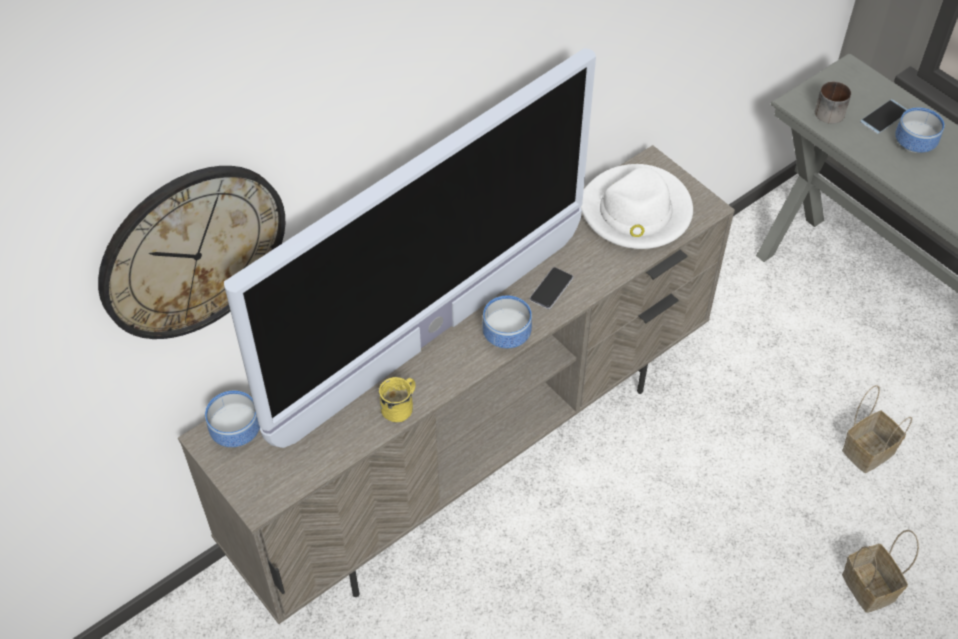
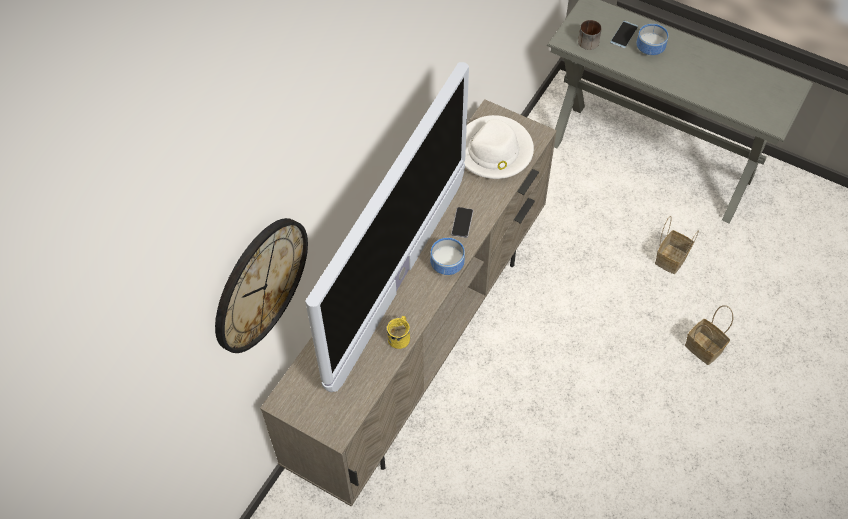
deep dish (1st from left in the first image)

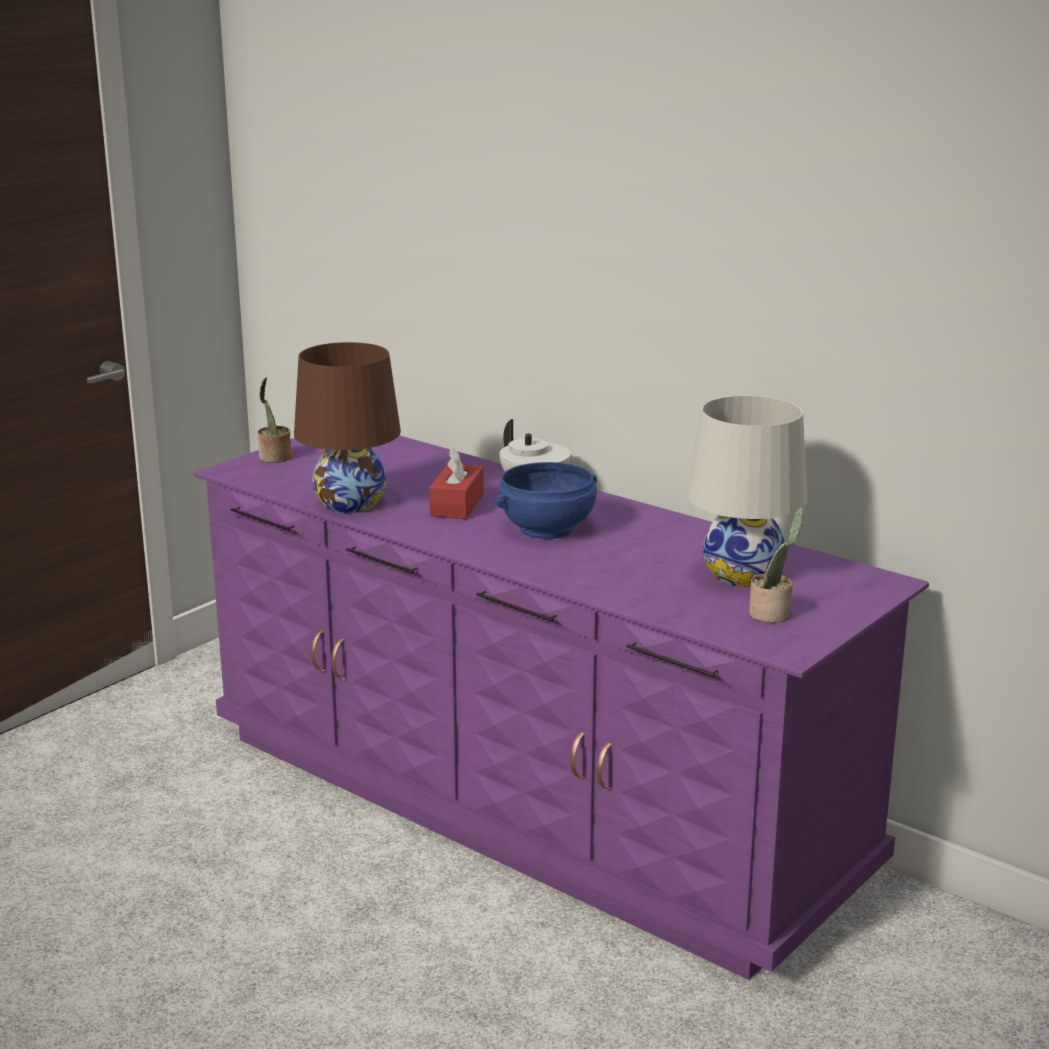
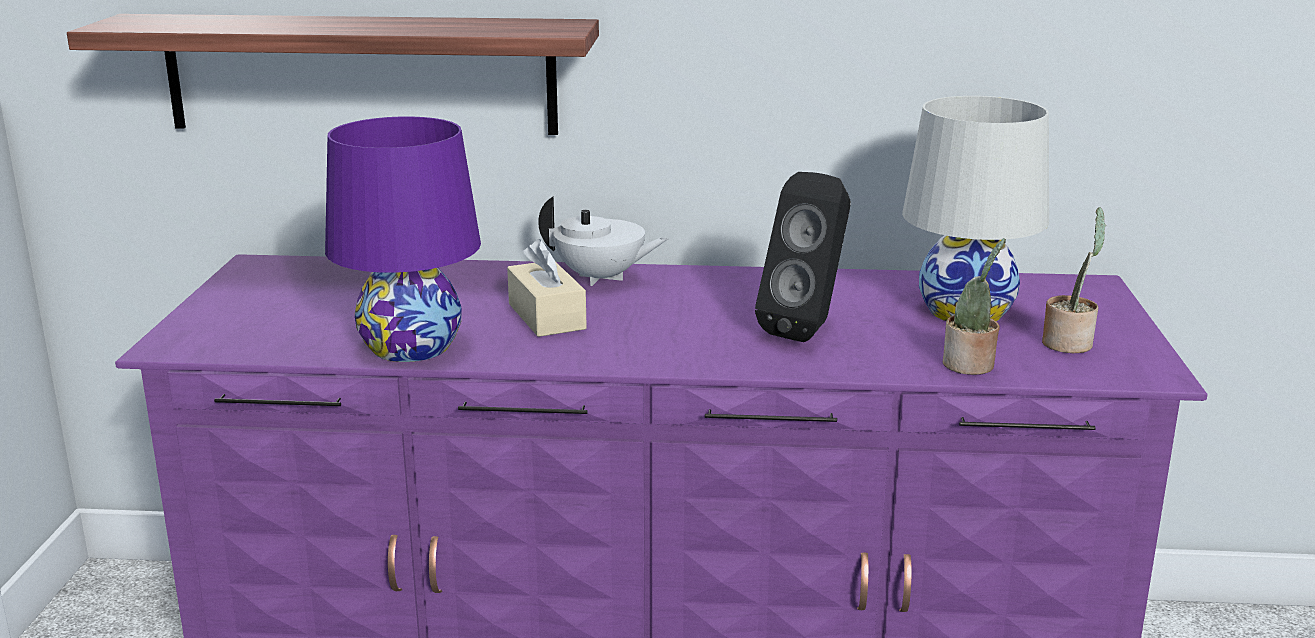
lamp for a table in purple; plant in a pot (1st from left); tissue holder in beige; deep dish in blue; shelf; audio speaker in black-coloured

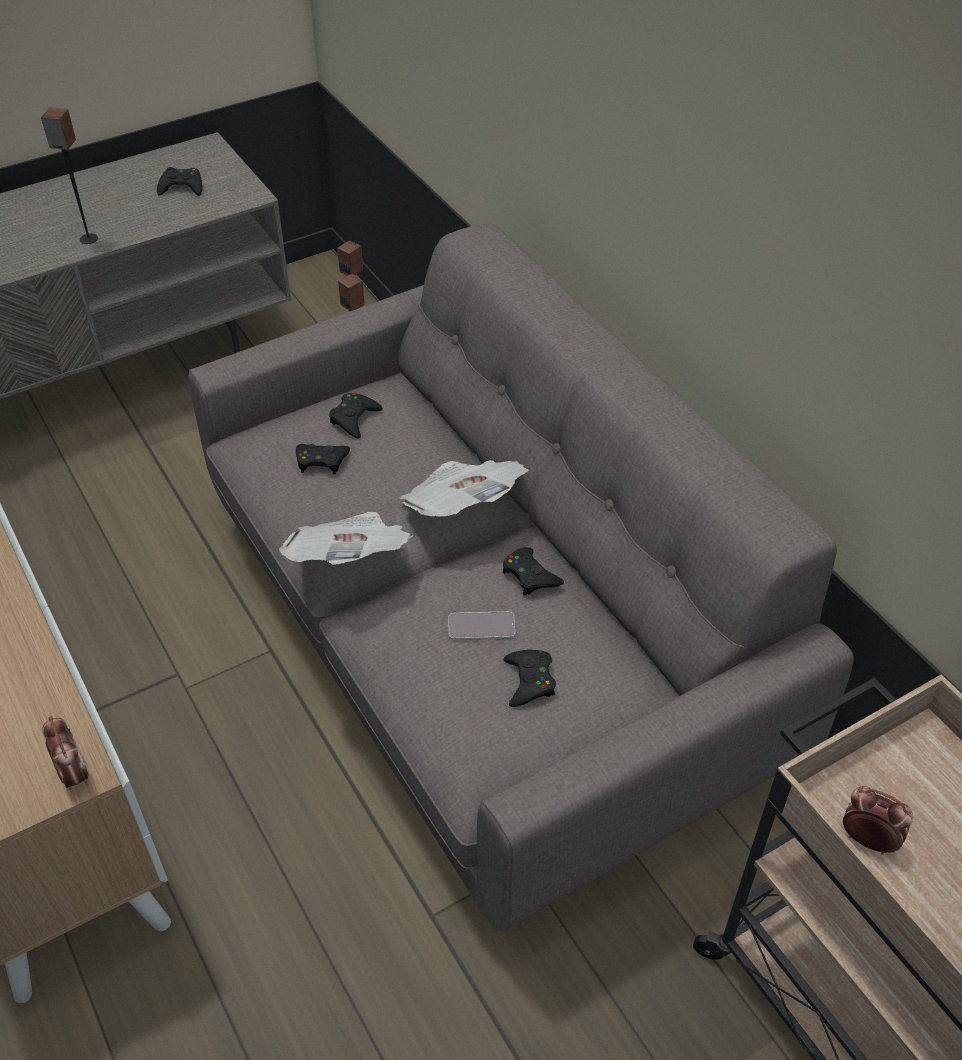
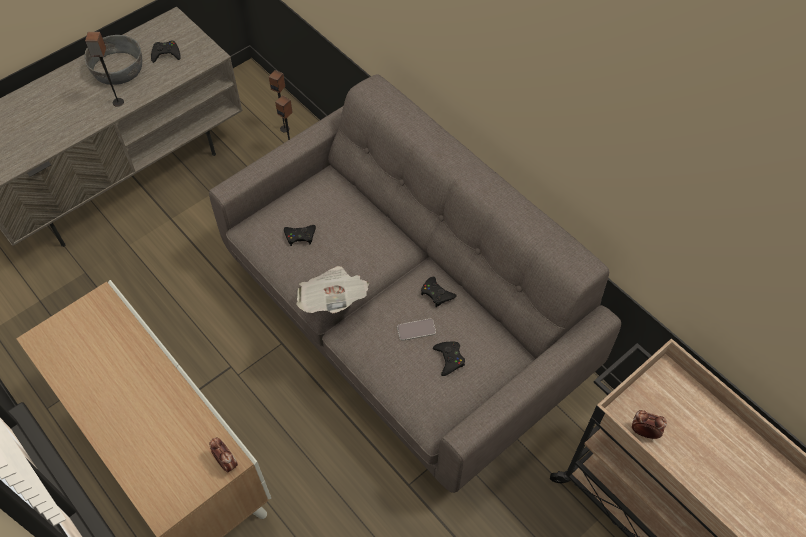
joypad in black-coloured (3rd from left in the first image); newspaper (2nd from left in the first image); deep dish in grey

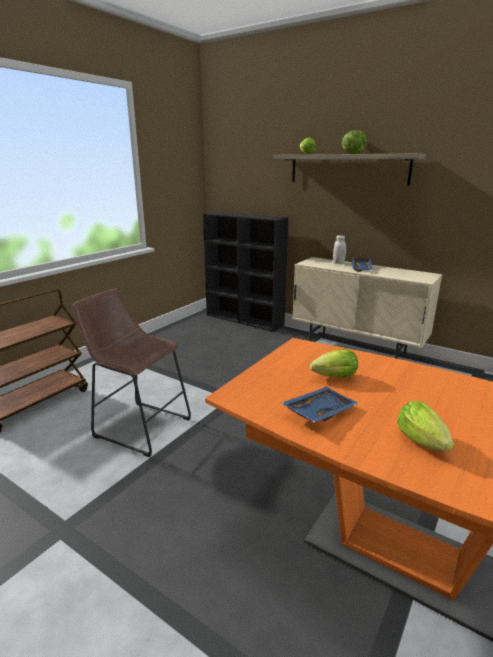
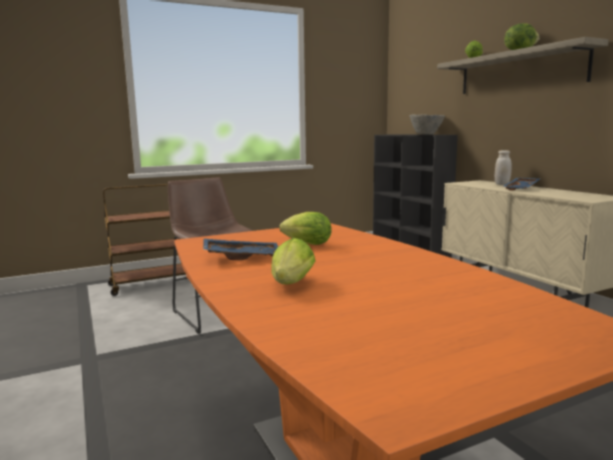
deep dish in grey

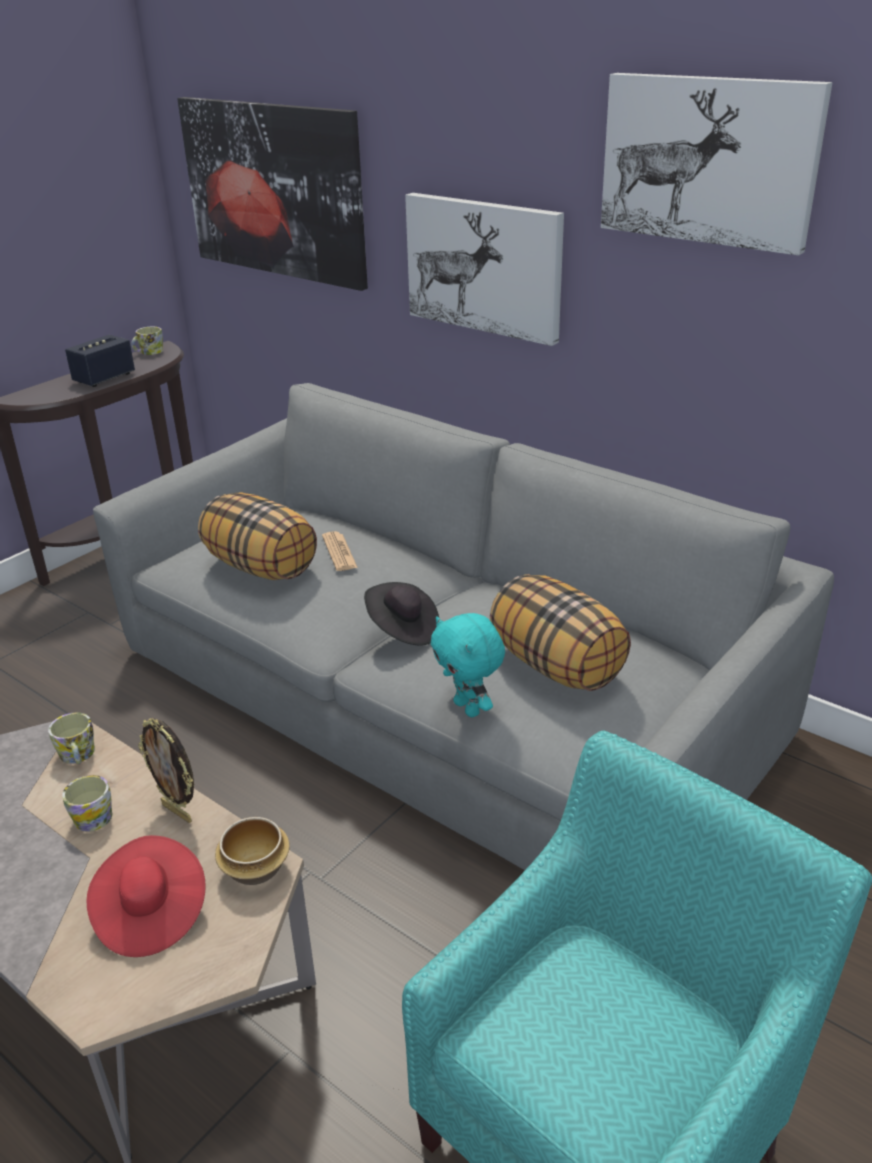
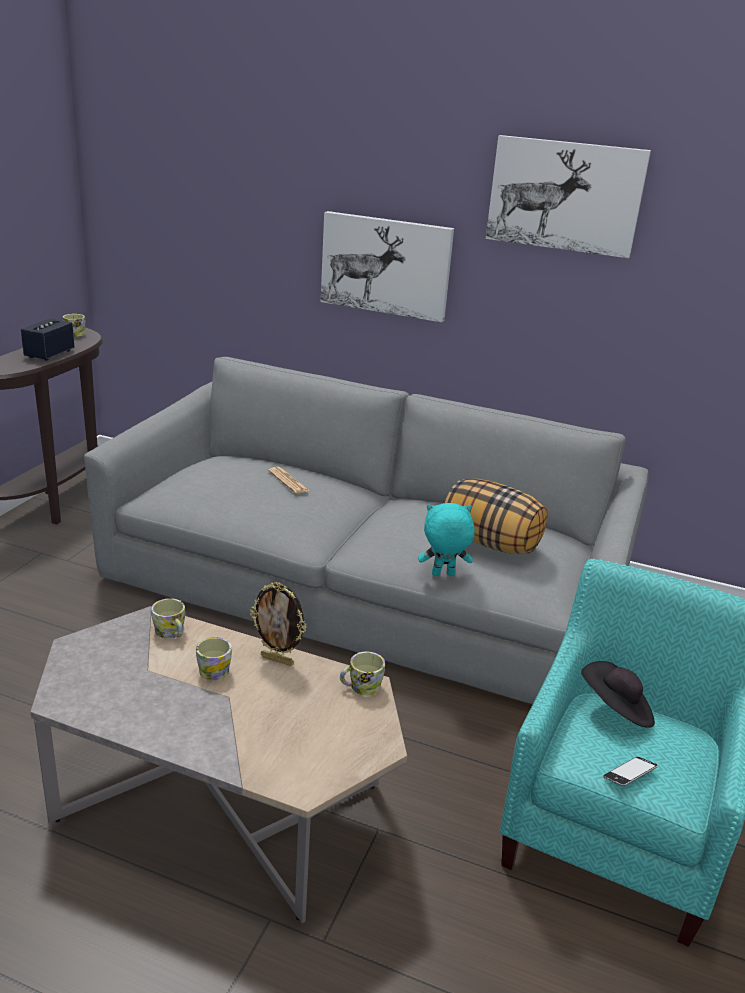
picture (1st from left in the first image); pillow (1st from left in the first image); hat in black-coloured; cuddly toy in blue-green; coffee mug (4th from left); hat in red; handset

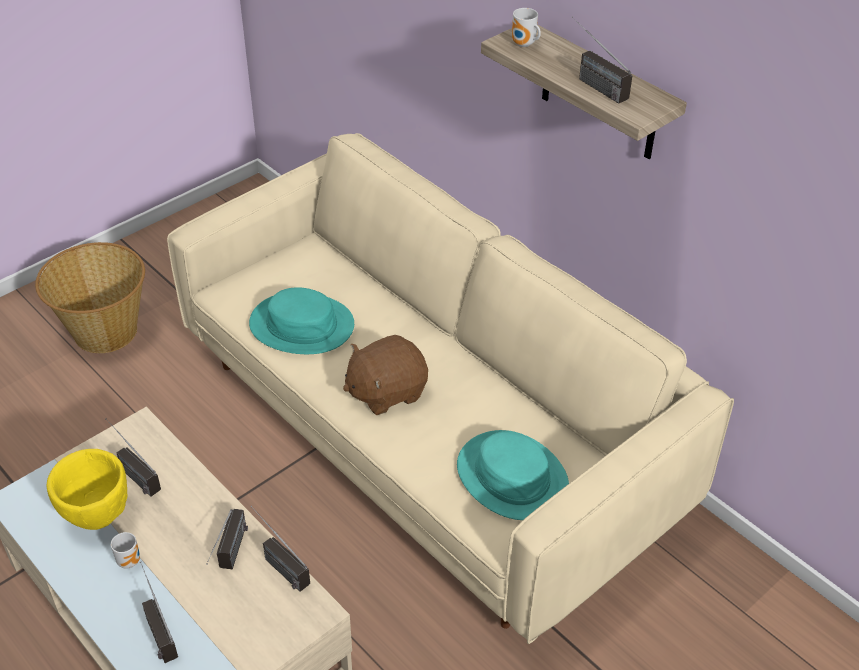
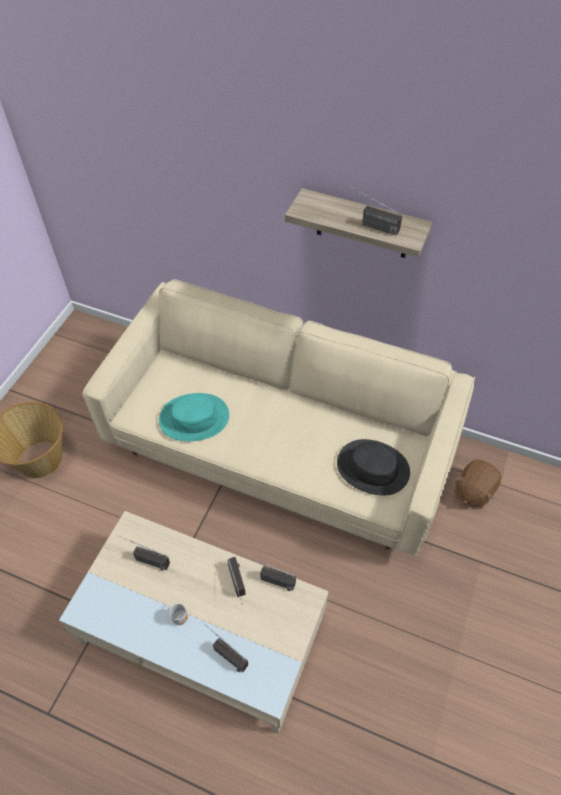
coffee mug (2nd from left in the first image); cuddly toy in brown; hat in black-coloured; deep dish in yellow

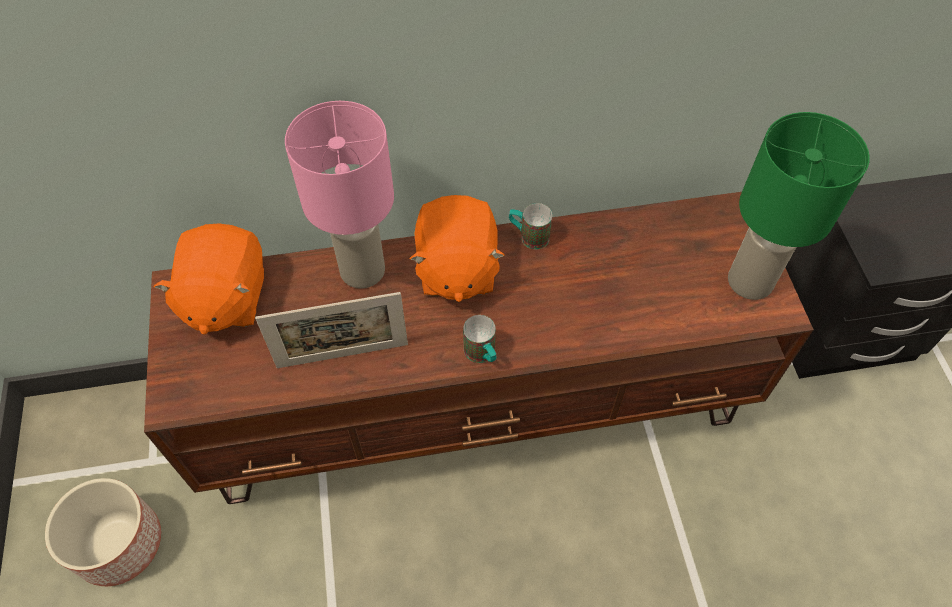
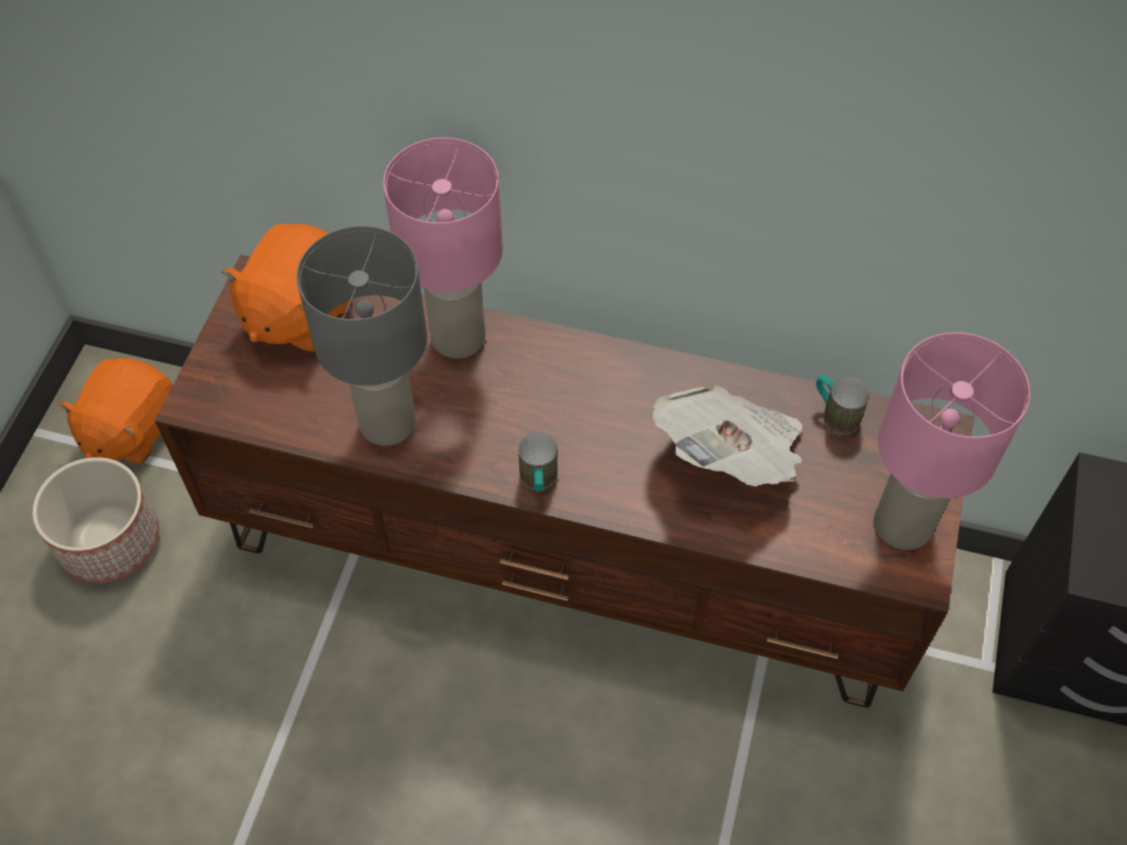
lamp for a table in pink-coloured (2nd from left); cuddly toy in orange-coloured (1st from left); coffee mug (2nd from left); lamp for a table in grey; newspaper

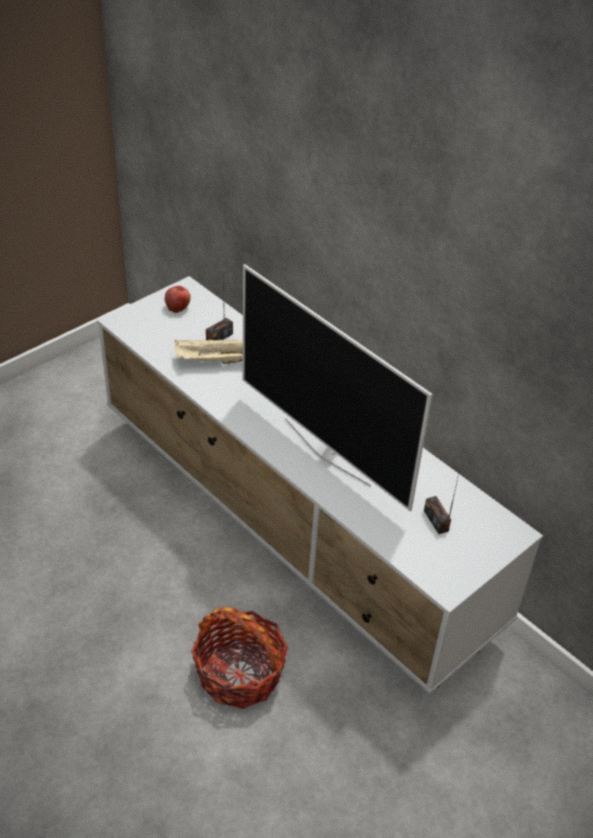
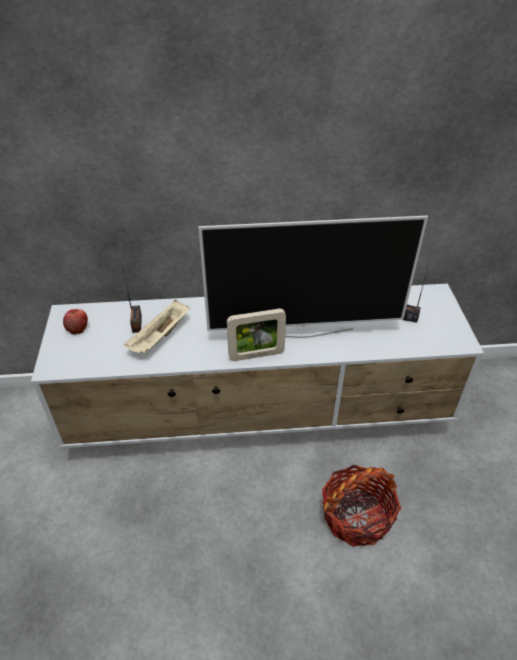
picture frame

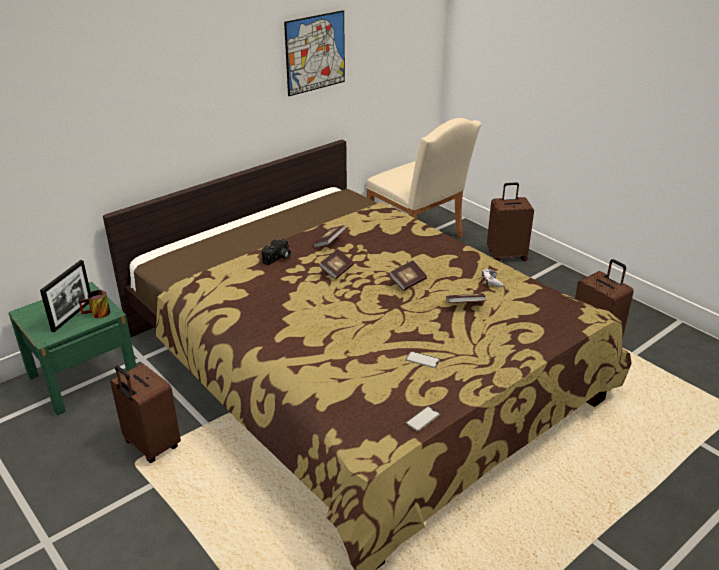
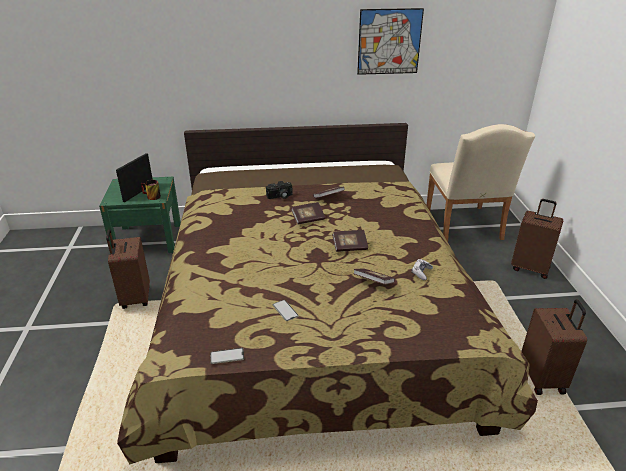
picture frame

